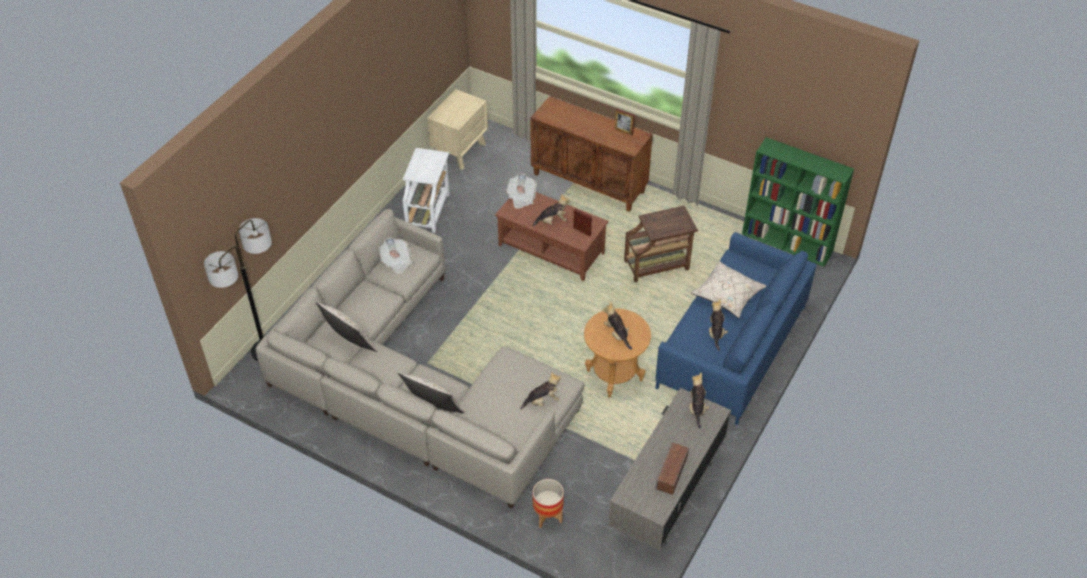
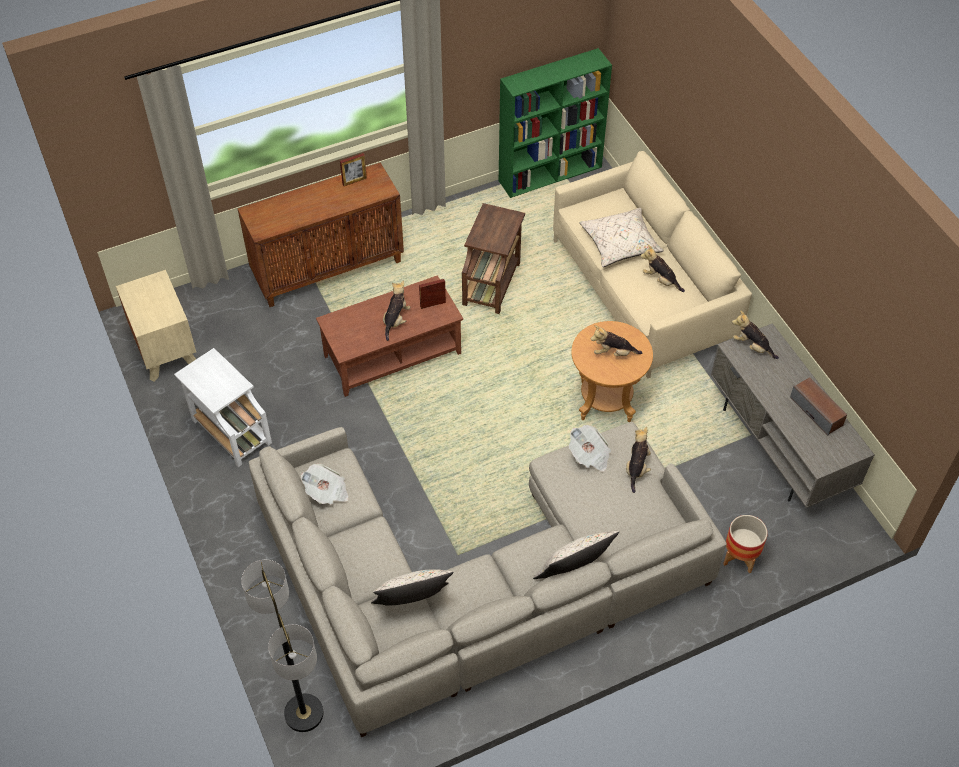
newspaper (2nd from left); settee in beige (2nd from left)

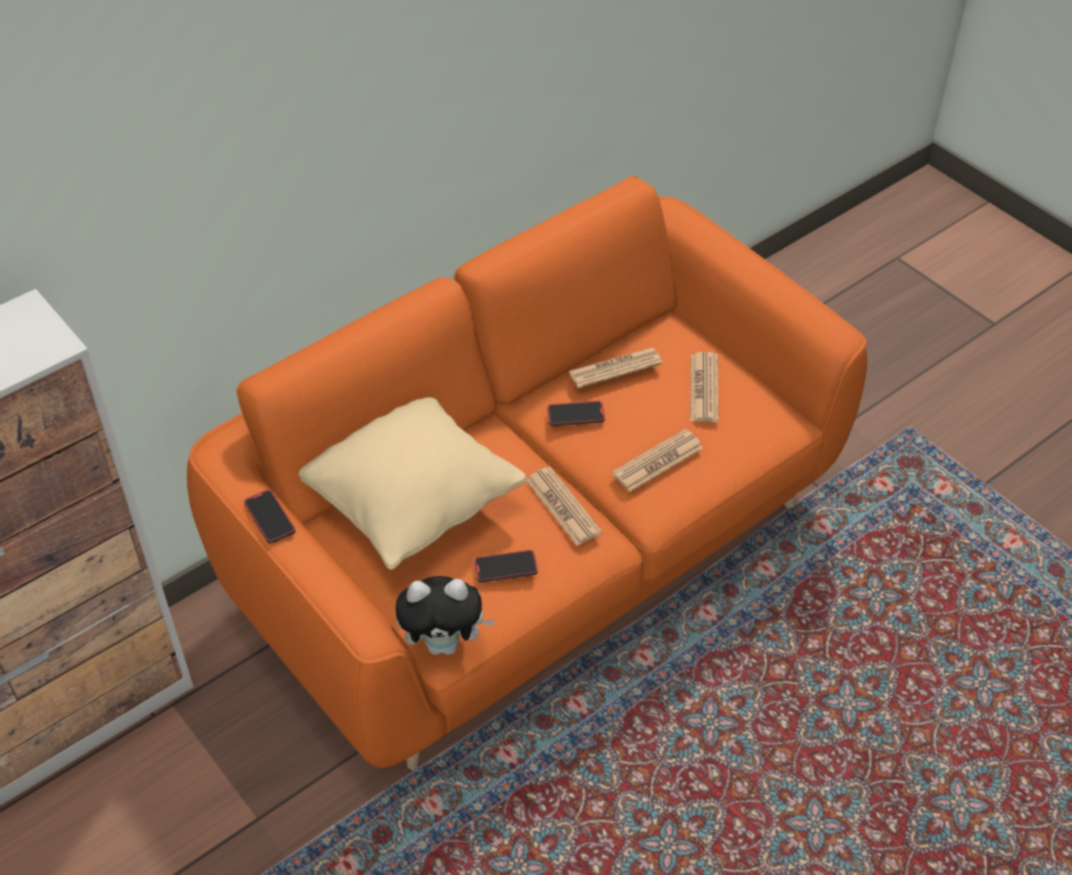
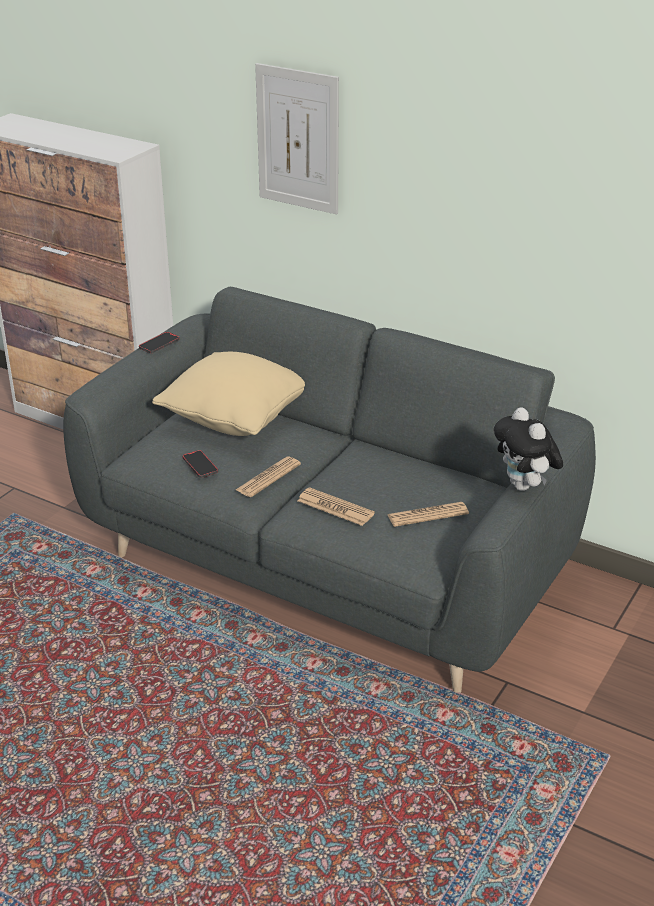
settee in grey; newspaper (2nd from left in the first image); handset (3rd from left in the first image); cuddly toy; picture

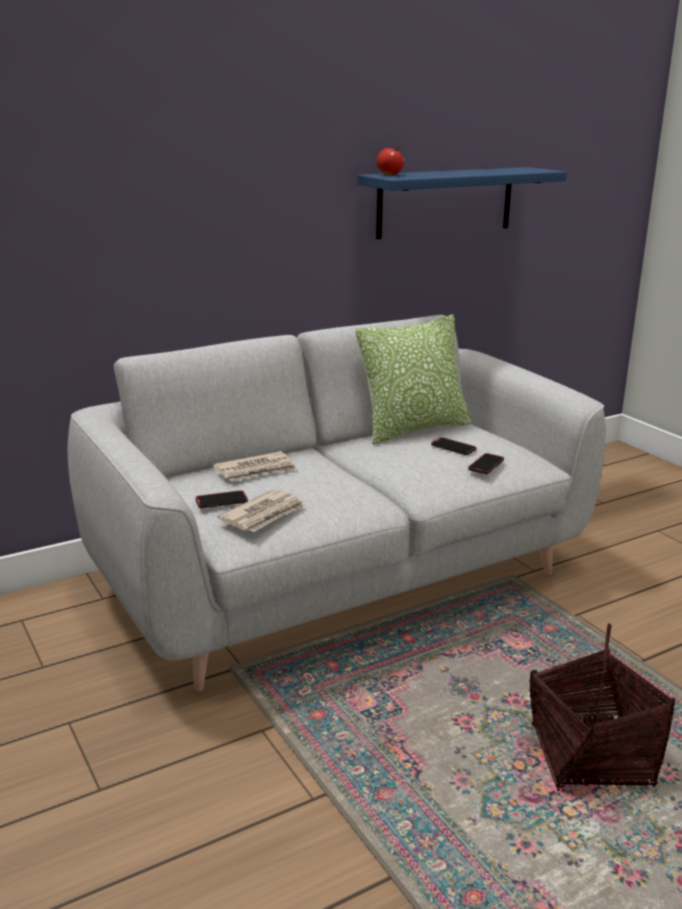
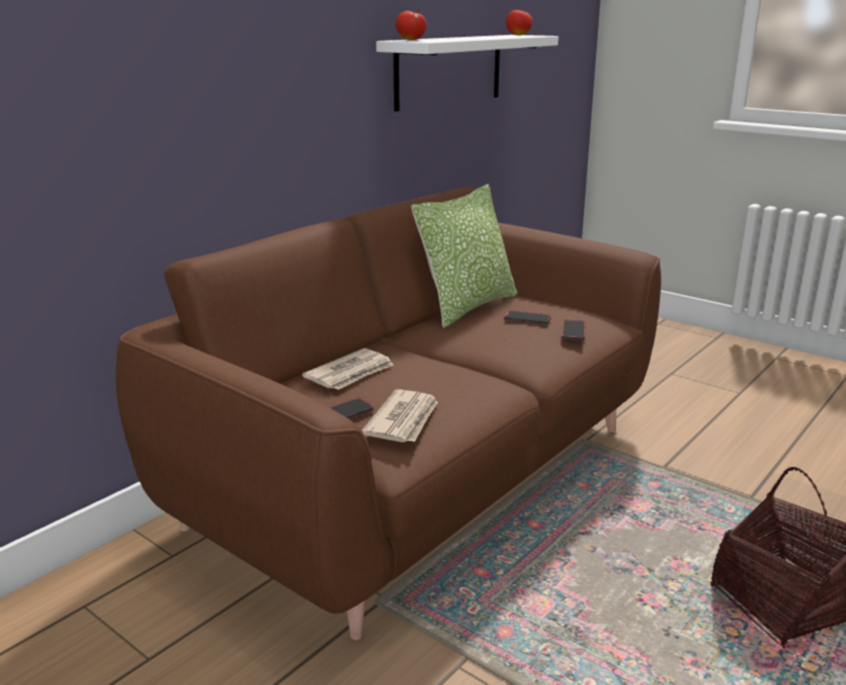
shelf in white; settee in brown; apple fruit (2nd from left)

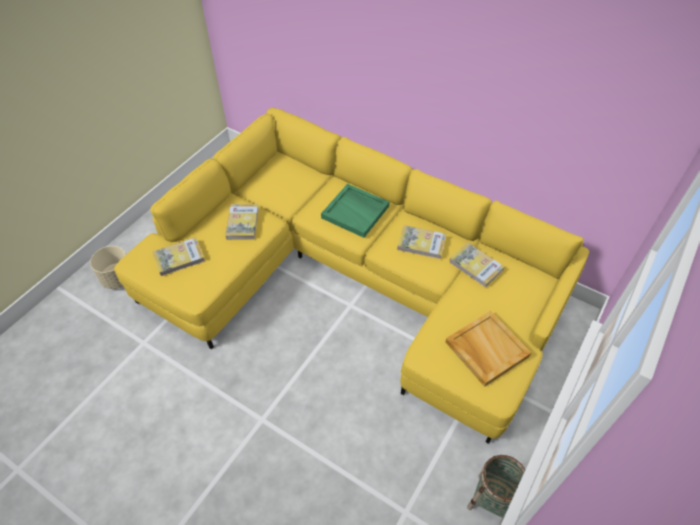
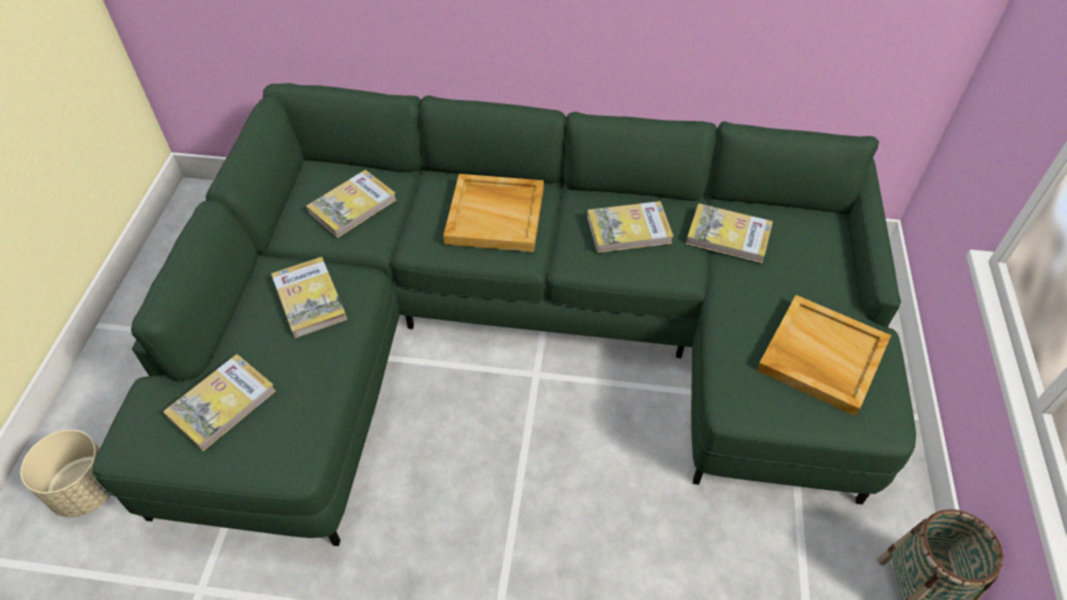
settee in green-coloured; tray in beige (1st from left); volume (3rd from left)

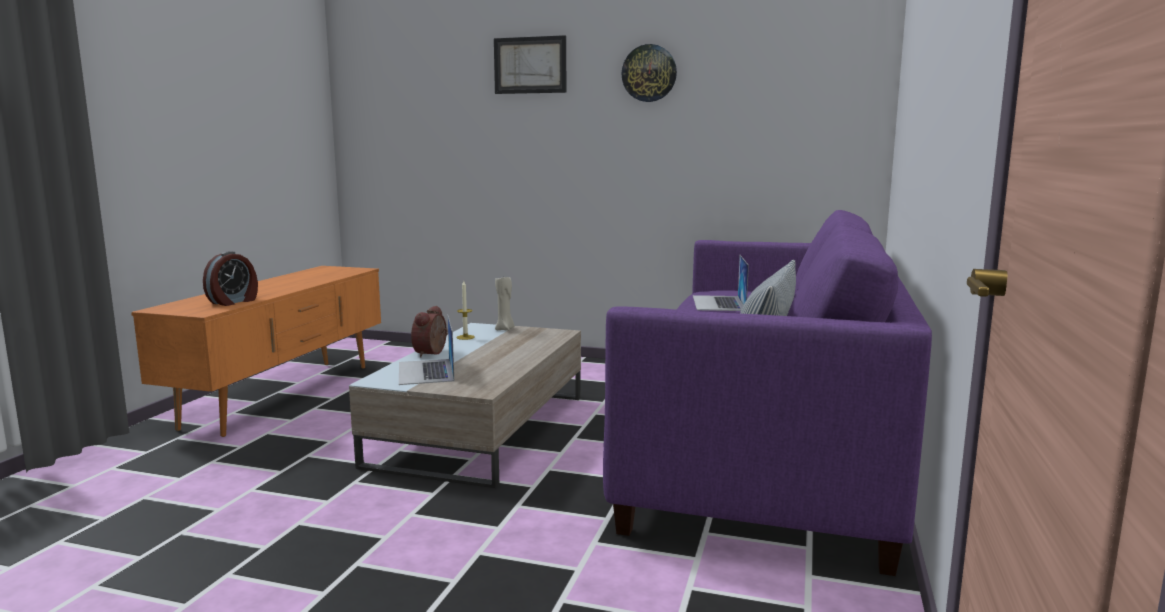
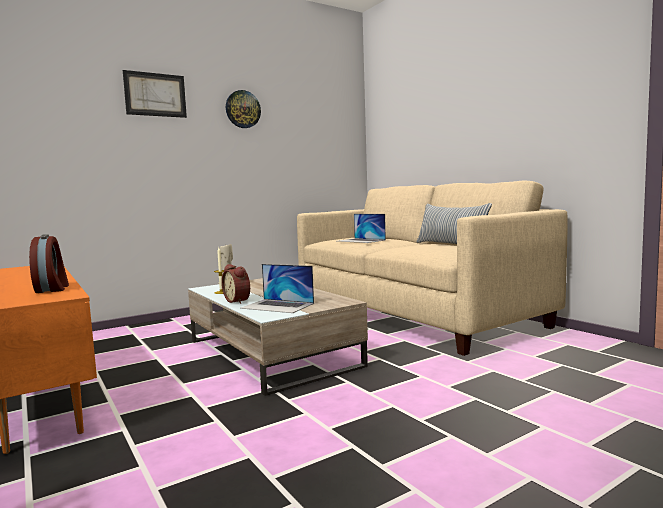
settee in beige

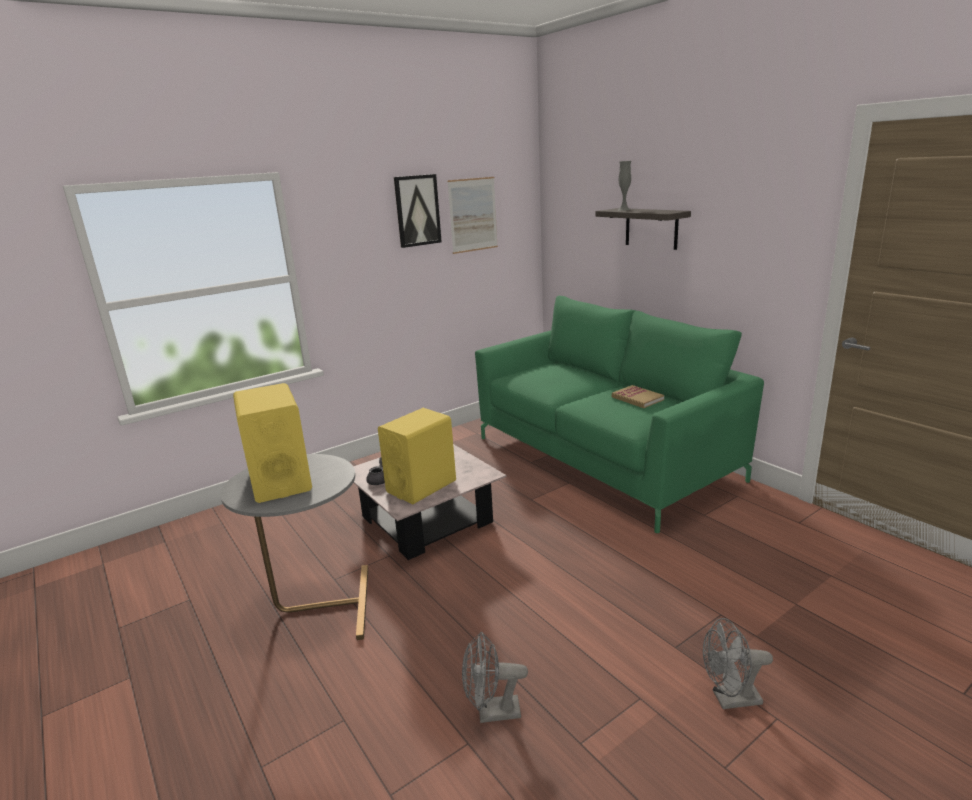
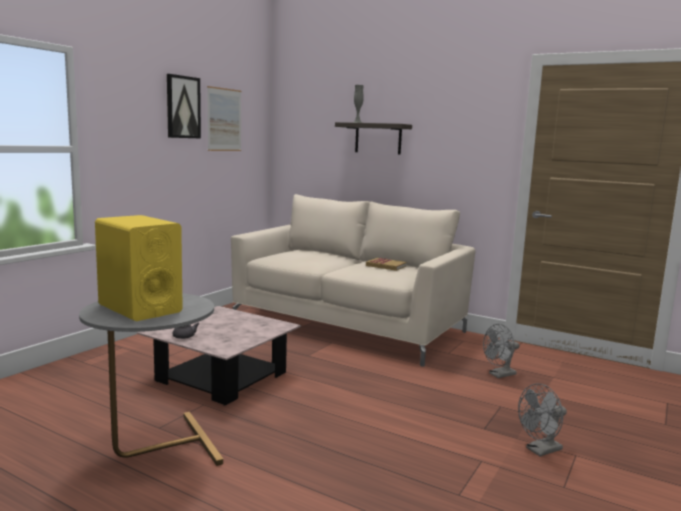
settee in beige; audio speaker in yellow (2nd from left in the first image); cooling fan in grey (1st from left)

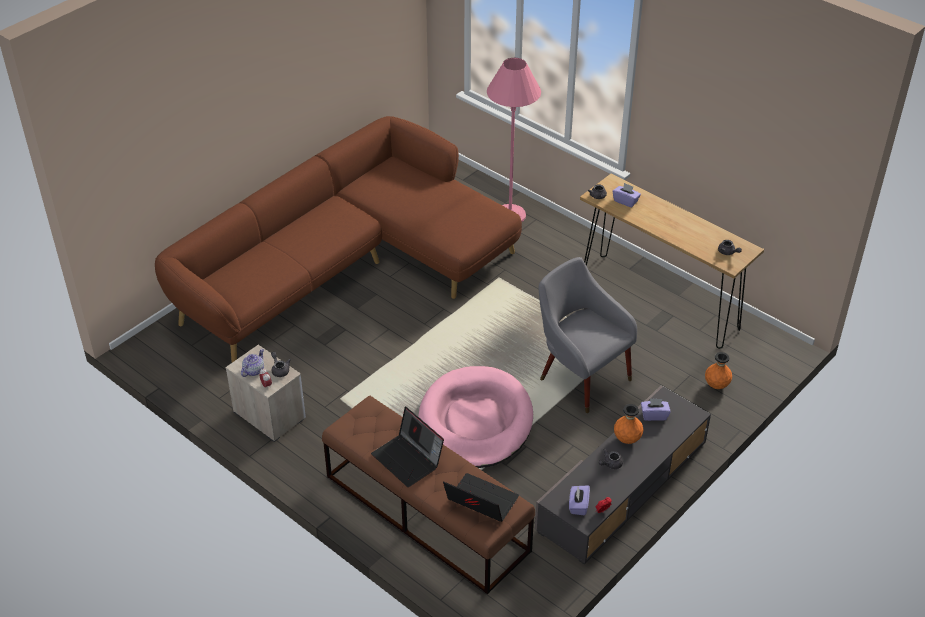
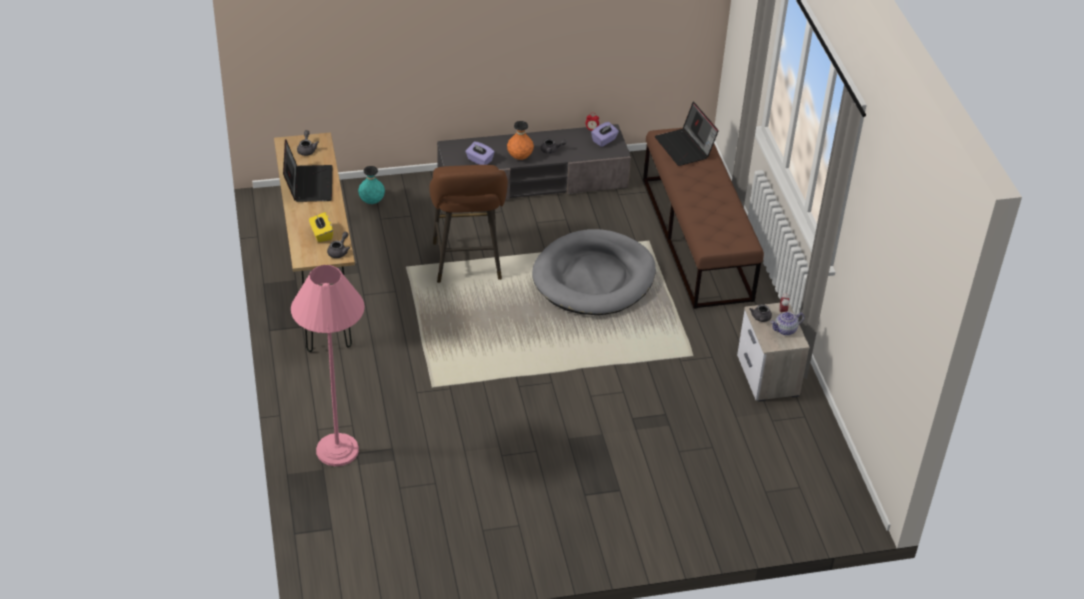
settee in brown; tissue holder in yellow; stool seat in brown; decorative vase in blue-green; dog cushion in grey; portable computer (1st from left)

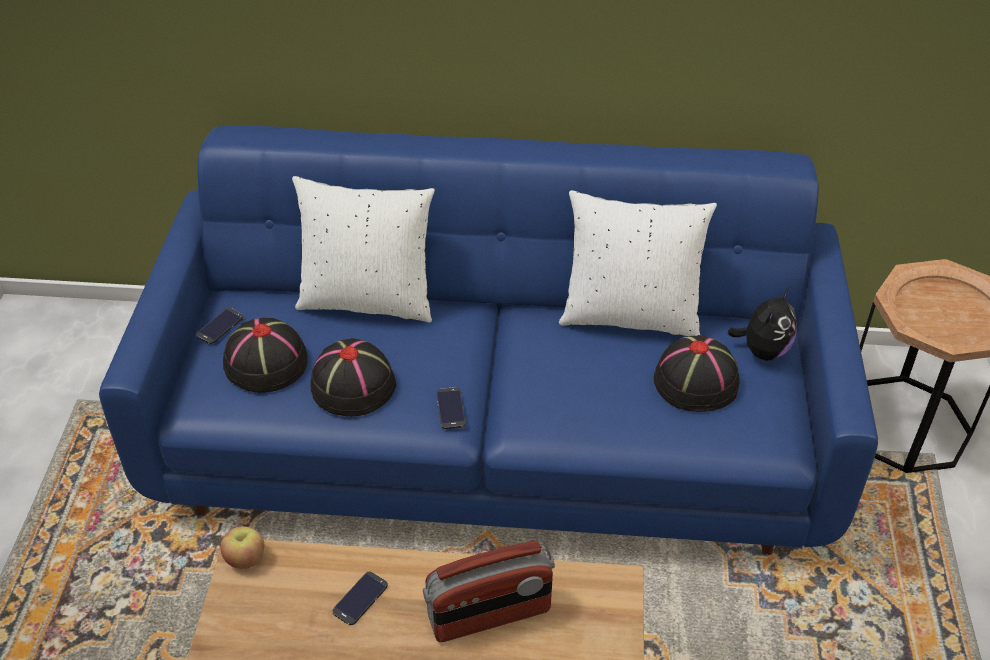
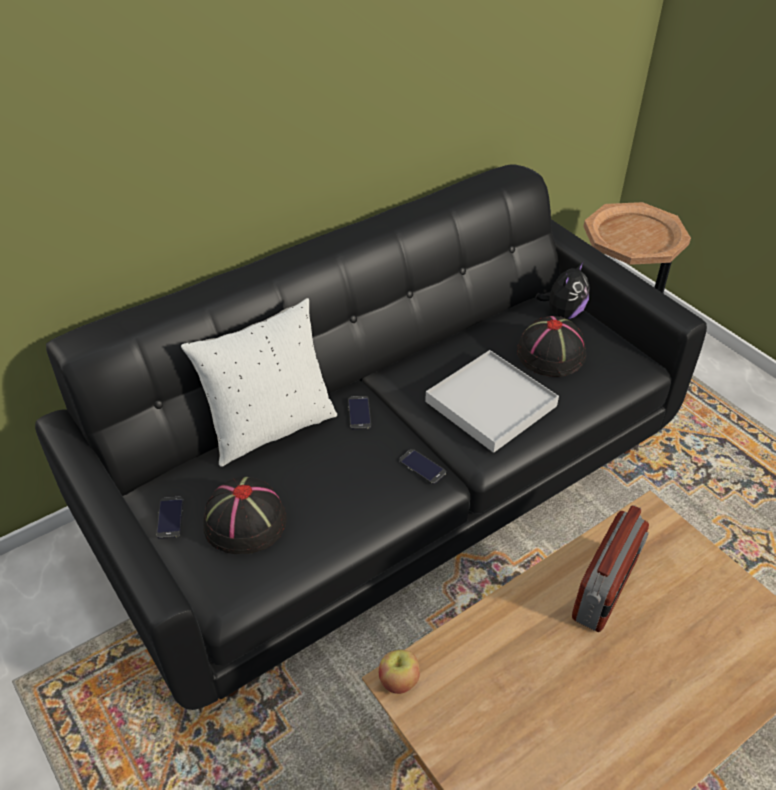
settee in black-coloured; pillow in white (2nd from left in the first image); cuddly toy; hat in black-coloured (2nd from left in the first image); handset (2nd from left); tray in white

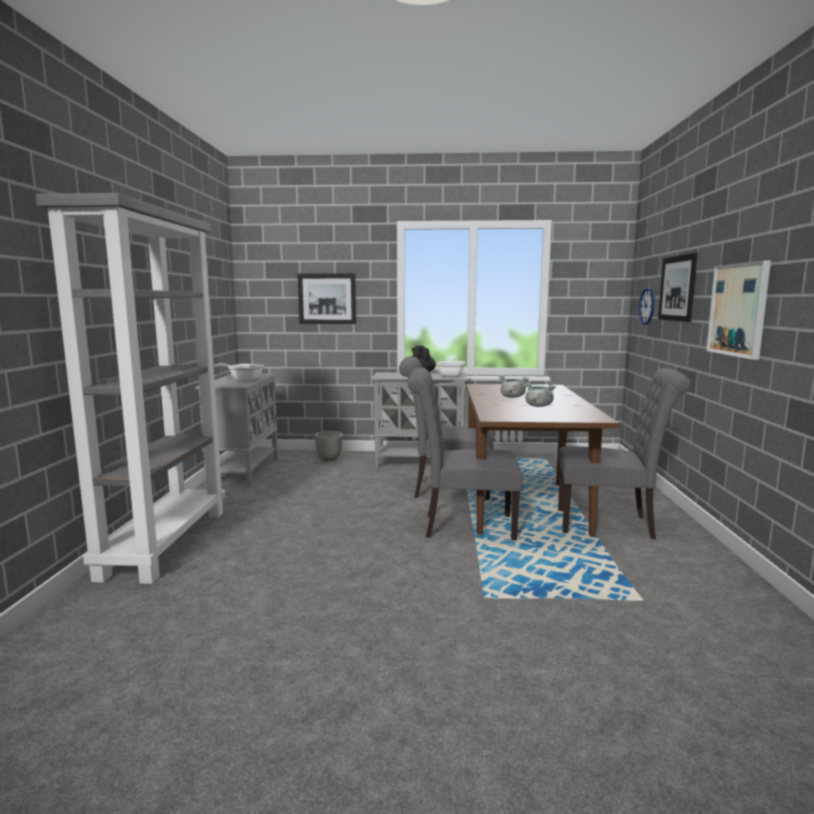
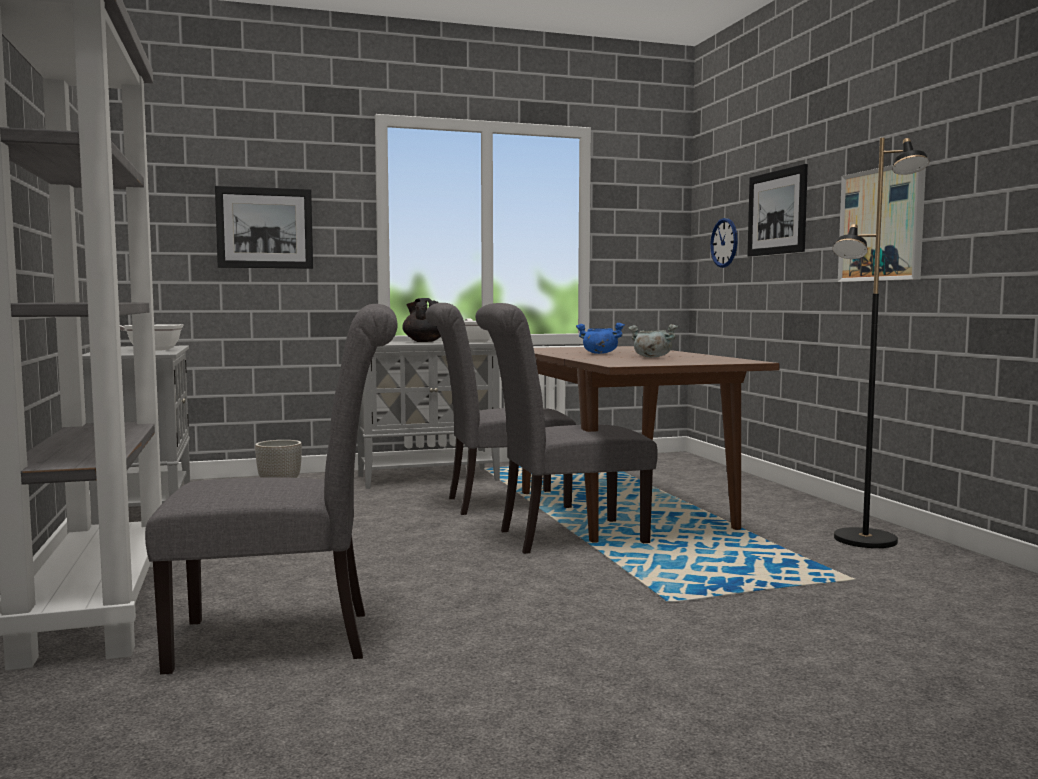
chair in grey (1st from left); stockpot in blue; standard lamp in black-coloured

